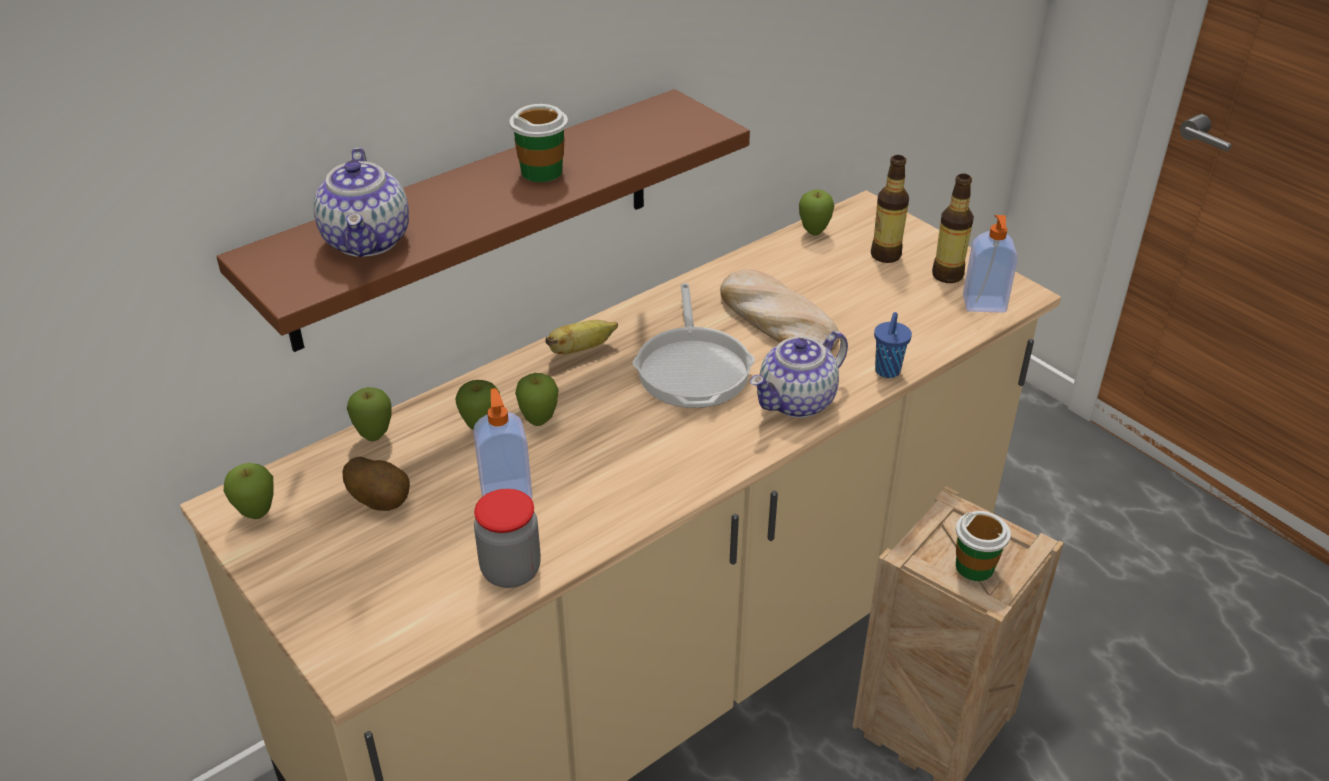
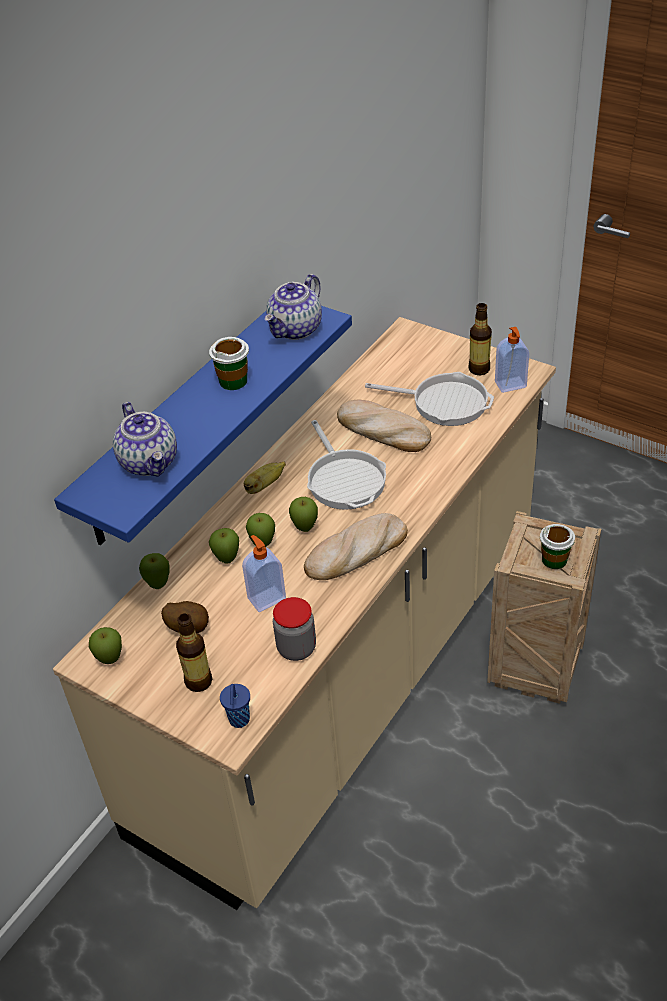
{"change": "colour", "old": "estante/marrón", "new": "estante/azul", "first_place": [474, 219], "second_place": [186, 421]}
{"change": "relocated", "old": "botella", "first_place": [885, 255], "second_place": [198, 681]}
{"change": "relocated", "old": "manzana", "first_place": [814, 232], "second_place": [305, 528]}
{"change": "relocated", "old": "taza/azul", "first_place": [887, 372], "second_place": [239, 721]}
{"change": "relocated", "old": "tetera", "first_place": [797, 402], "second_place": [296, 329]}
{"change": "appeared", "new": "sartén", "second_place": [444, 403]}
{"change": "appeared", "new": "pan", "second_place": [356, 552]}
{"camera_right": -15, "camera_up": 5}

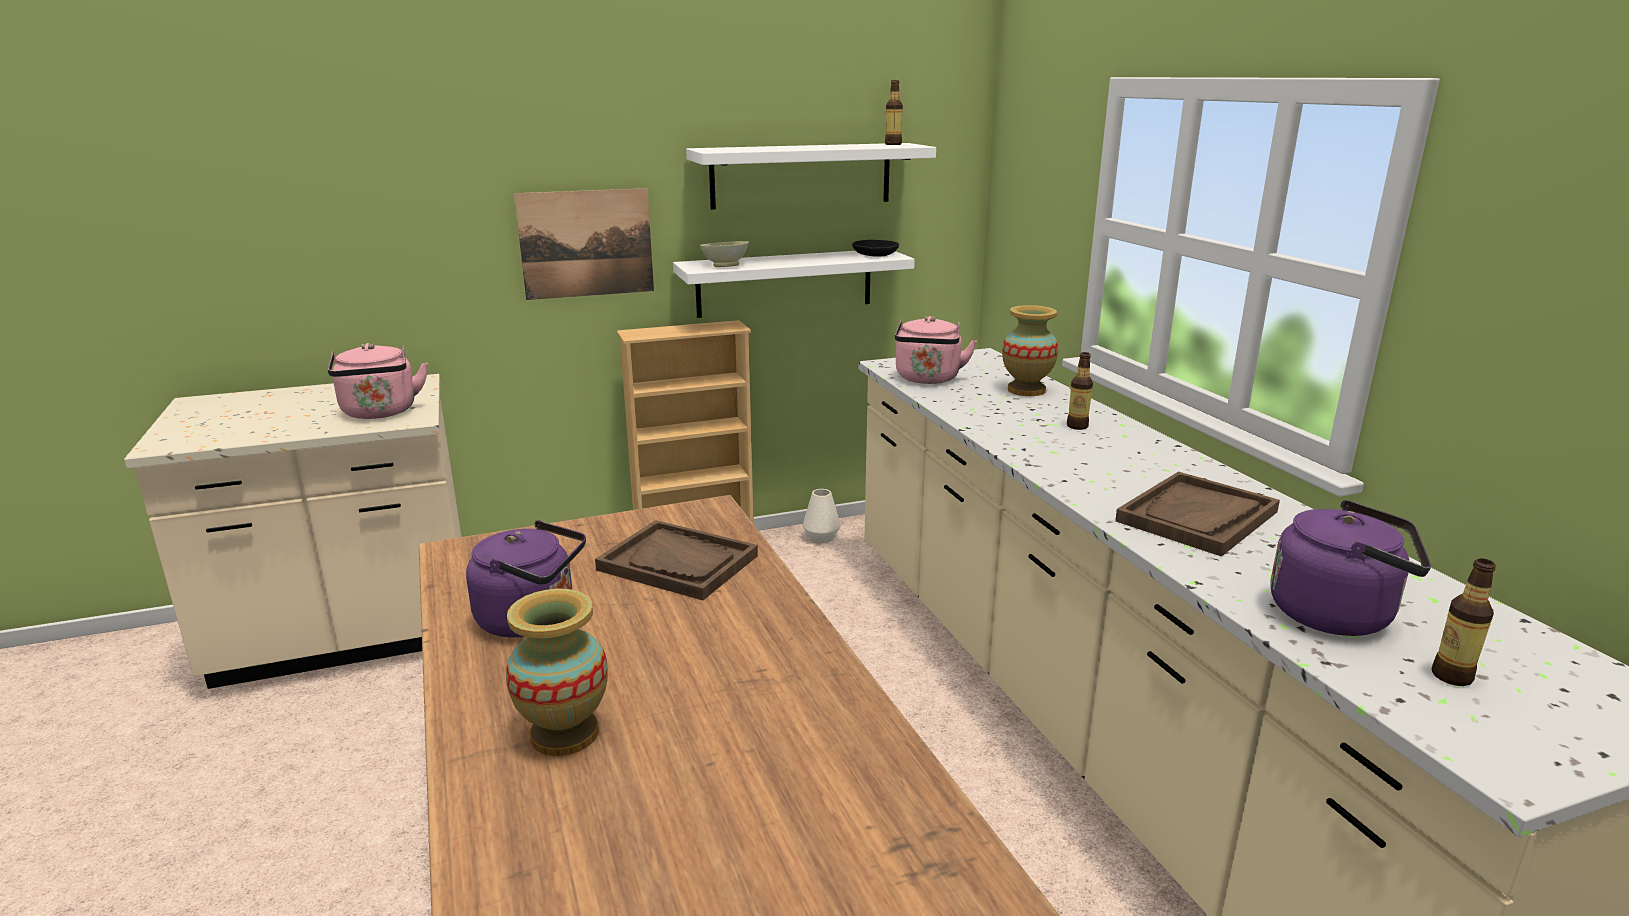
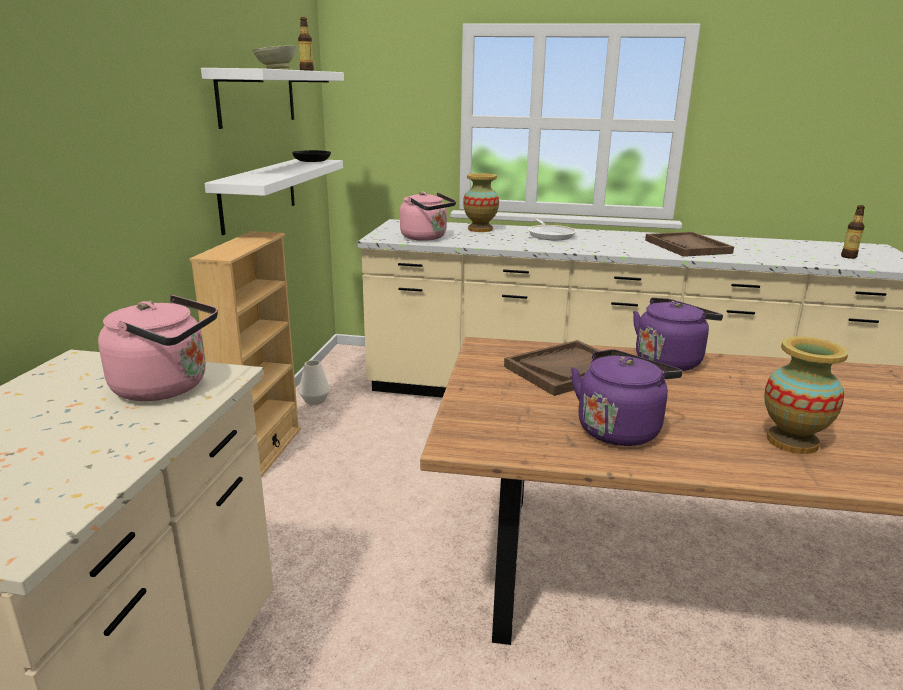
{"change": "missing", "old": "cuadro", "first_place": [586, 243]}
{"change": "relocated", "old": "cuenco/beis", "first_place": [725, 266], "second_place": [276, 69]}
{"change": "exchanged", "old": "botella", "new": "sartén", "first_place": [1077, 426], "second_place": [550, 235]}
{"change": "relocated", "old": "hervidor/morado", "first_place": [1338, 615], "second_place": [670, 361]}
{"camera_right": -60, "camera_up": 0}

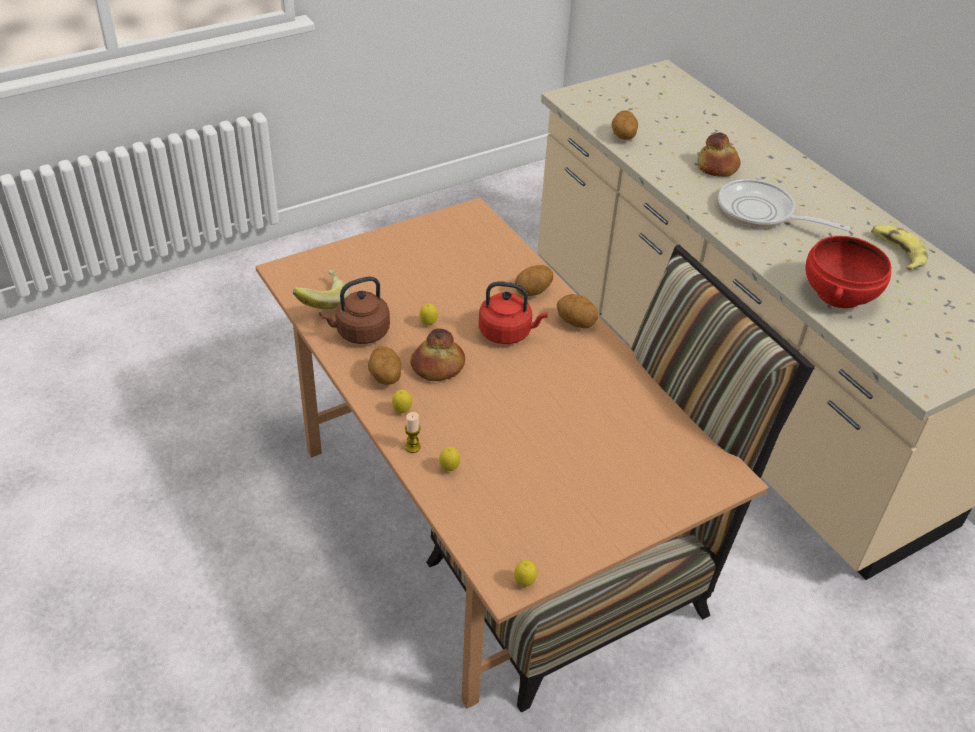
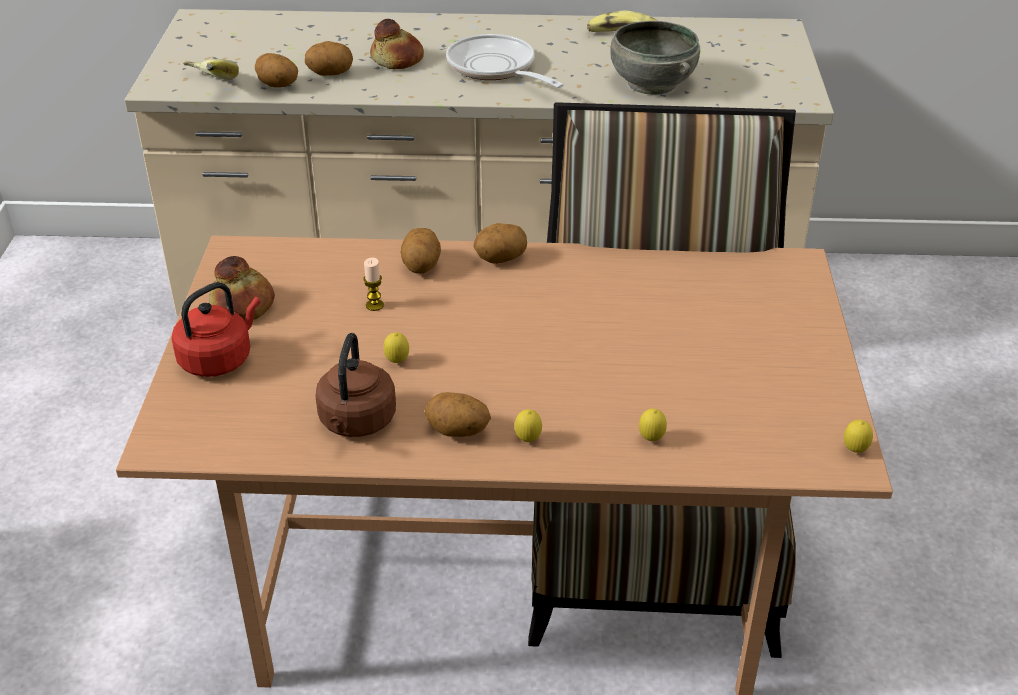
{"change": "spun", "old": "sartén", "first_place": [761, 213], "second_place": [495, 68], "degrees": 75}
{"change": "colour", "old": "cuenco/rojo", "new": "cuenco/gris", "first_place": [838, 294], "second_place": [651, 84]}
{"change": "relocated", "old": "plátano", "first_place": [321, 301], "second_place": [208, 86]}
{"change": "relocated", "old": "hervidor/rojo", "first_place": [507, 333], "second_place": [219, 359]}
{"change": "relocated", "old": "pan", "first_place": [438, 367], "second_place": [243, 305]}
{"change": "relocated", "old": "vela", "first_place": [412, 447], "second_place": [374, 305]}
{"change": "appeared", "new": "patata", "second_place": [330, 74]}
{"camera_right": -55, "camera_up": -5}

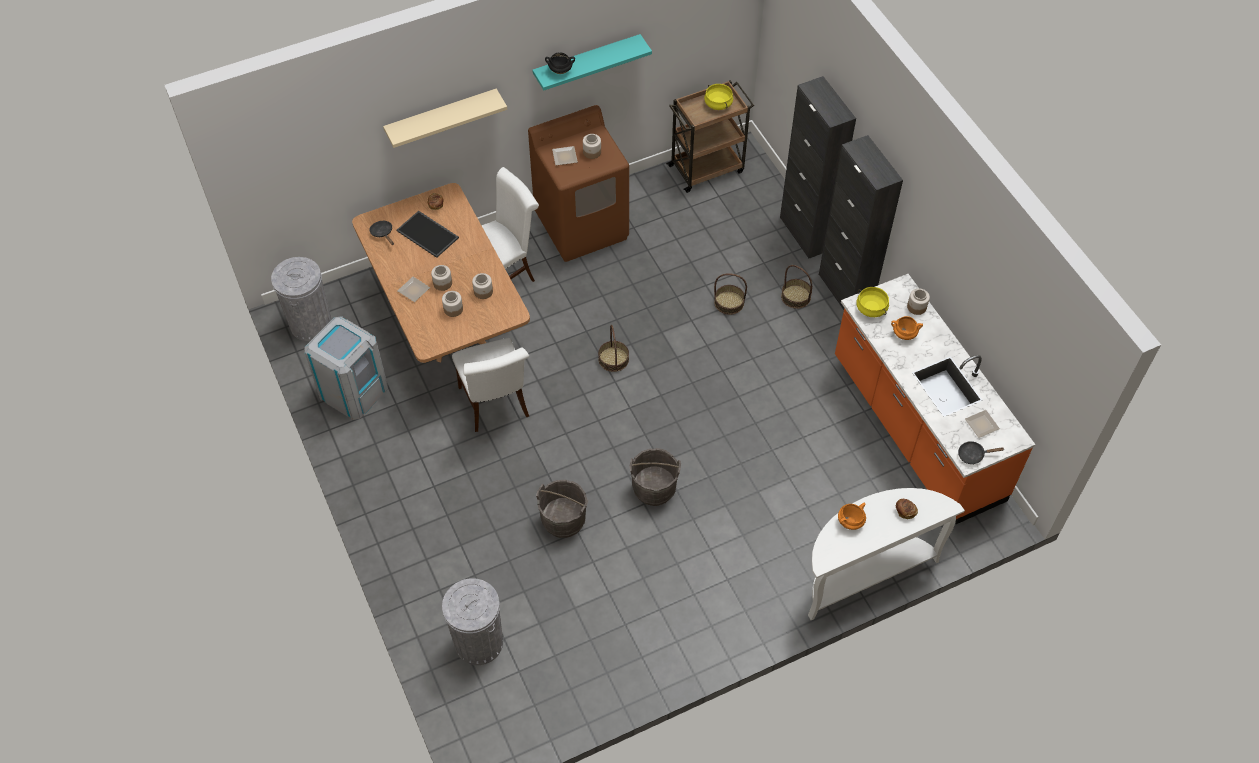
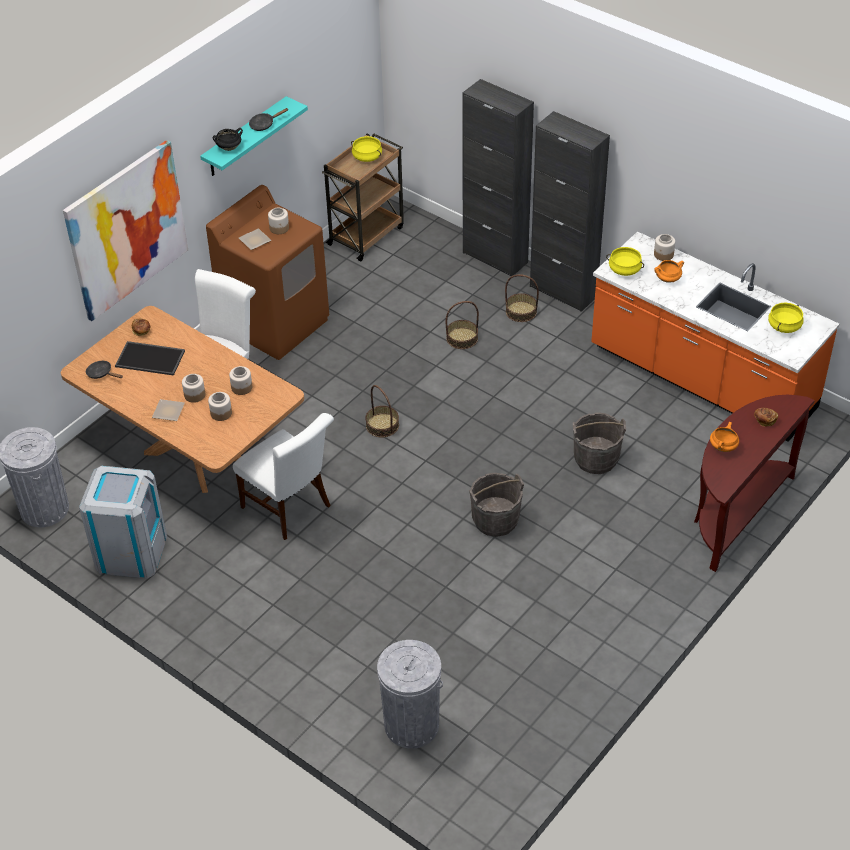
{"change": "exchanged", "old": "estante/beis", "new": "cuadro", "first_place": [442, 117], "second_place": [126, 230]}
{"change": "exchanged", "old": "plato", "new": "olla/amarillo", "first_place": [981, 426], "second_place": [784, 326]}
{"change": "relocated", "old": "sartén/negro", "first_place": [973, 455], "second_place": [264, 124]}
{"change": "relocated", "old": "cubo/gris", "first_place": [563, 520], "second_place": [596, 459]}
{"change": "colour", "old": "mesa consola/blanco", "new": "mesa consola/marrón", "first_place": [864, 572], "second_place": [736, 513]}
{"camera_right": -25, "camera_up": -10}

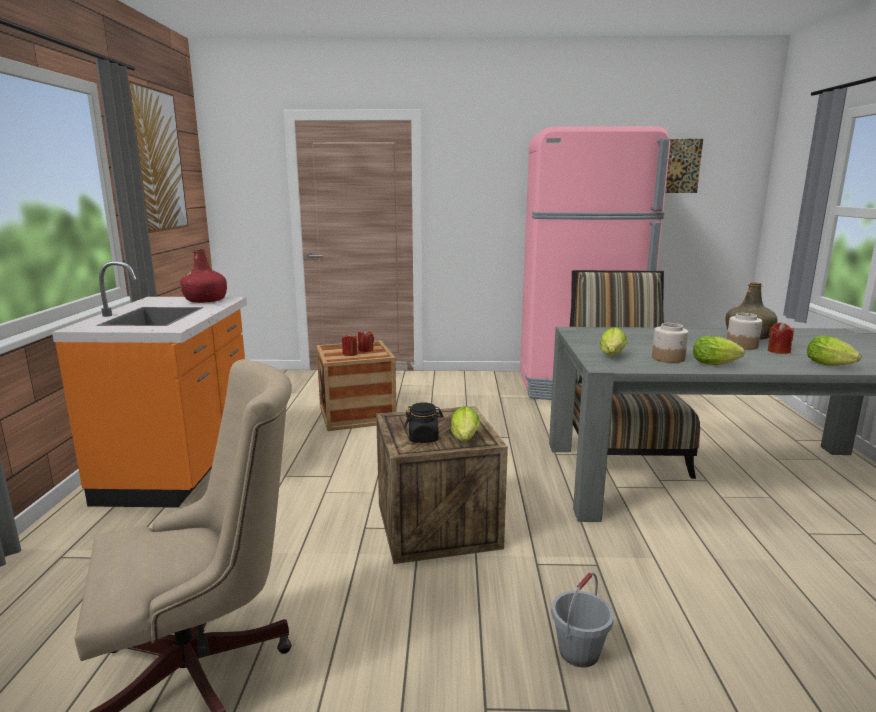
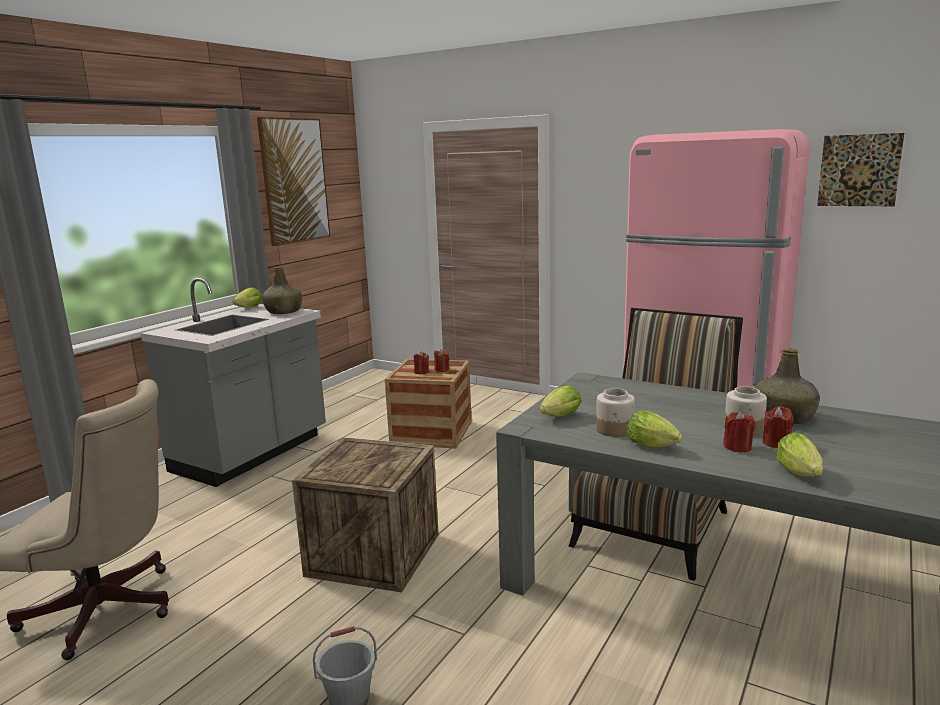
{"change": "colour", "old": "botella/rojo", "new": "botella/verde", "first_place": [205, 300], "second_place": [284, 312]}
{"change": "colour", "old": "mueble bajo de cocina/naranja", "new": "mueble bajo de cocina/gris", "first_place": [182, 467], "second_place": [252, 454]}
{"change": "missing", "old": "tarro/negro", "first_place": [423, 438]}
{"change": "relocated", "old": "lechuga", "first_place": [465, 440], "second_place": [247, 308]}
{"change": "appeared", "new": "vela/rojo", "second_place": [737, 447]}
{"camera_right": 30, "camera_up": 0}

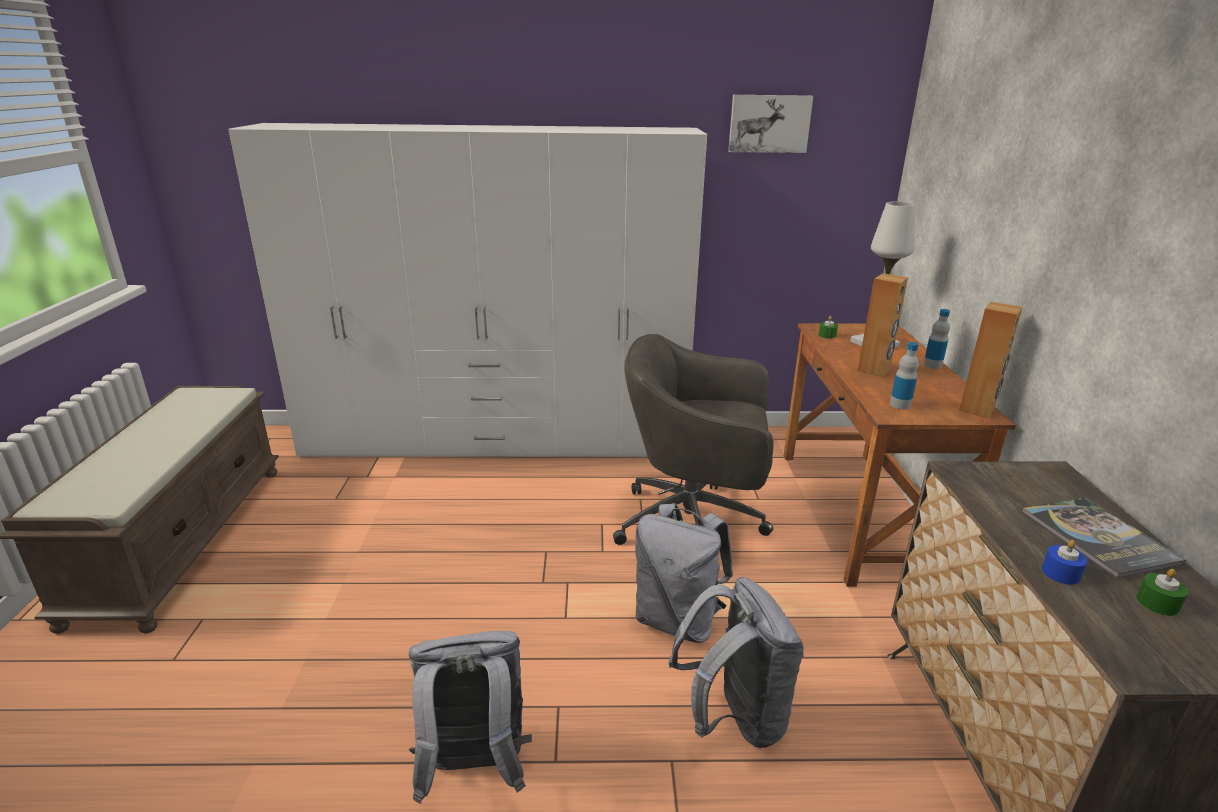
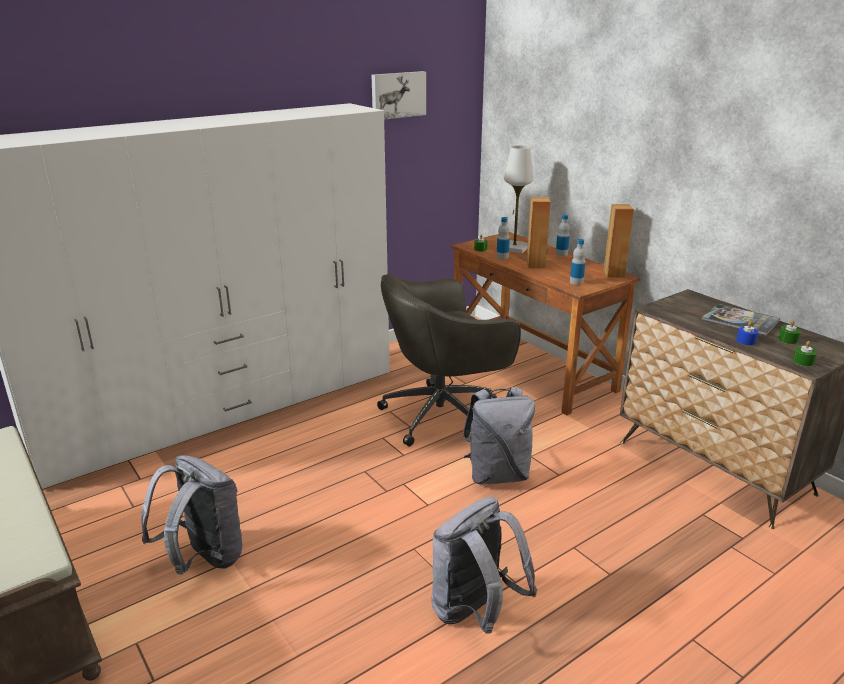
{"change": "relocated", "old": "mochila/gris", "first_place": [734, 717], "second_place": [204, 559]}
{"change": "appeared", "new": "botella", "second_place": [502, 257]}
{"change": "appeared", "new": "vela/verde", "second_place": [803, 362]}
{"camera_right": -35, "camera_up": 0}

